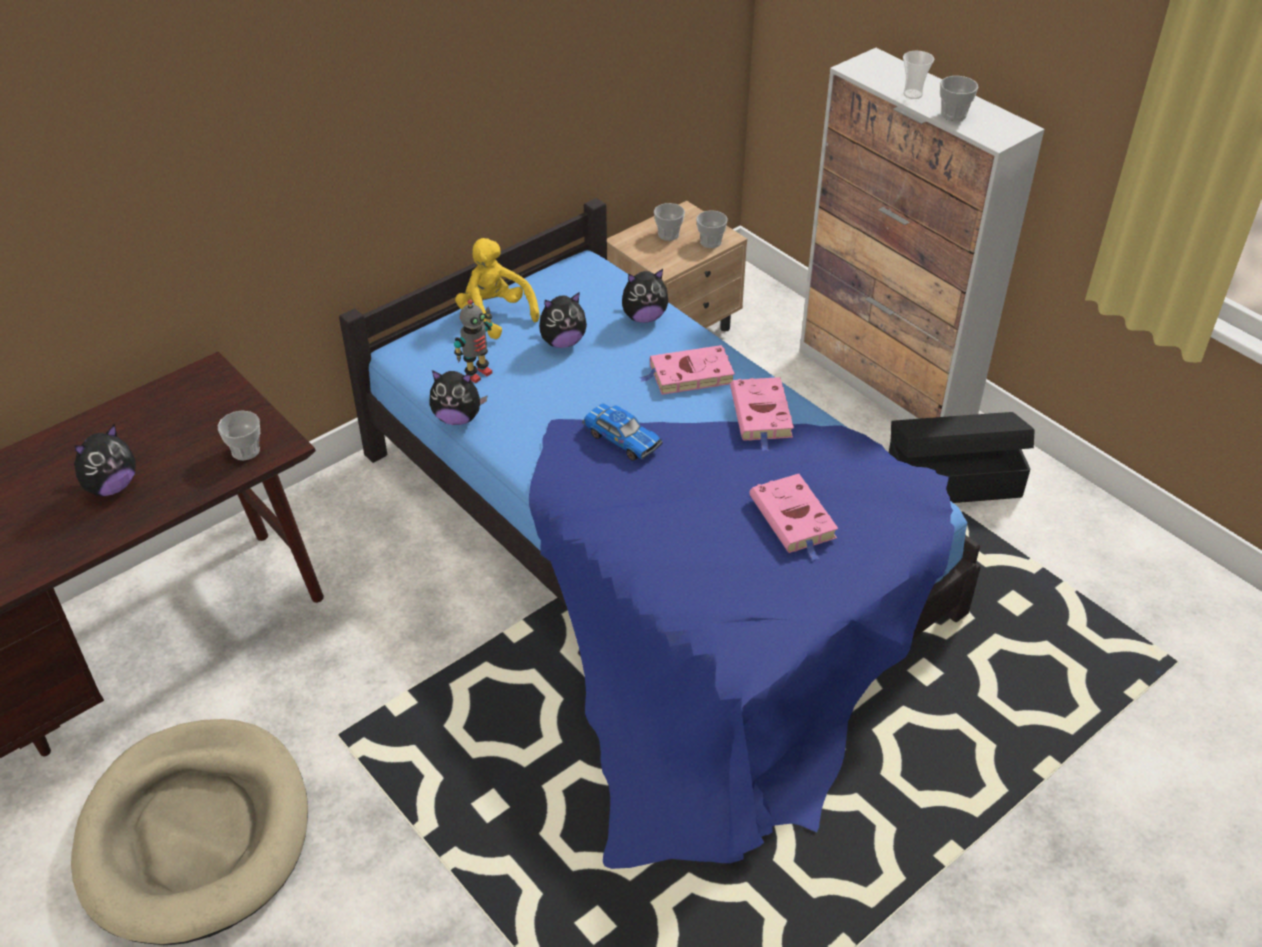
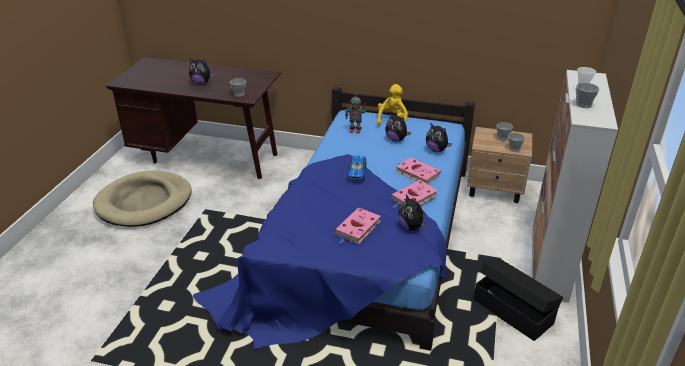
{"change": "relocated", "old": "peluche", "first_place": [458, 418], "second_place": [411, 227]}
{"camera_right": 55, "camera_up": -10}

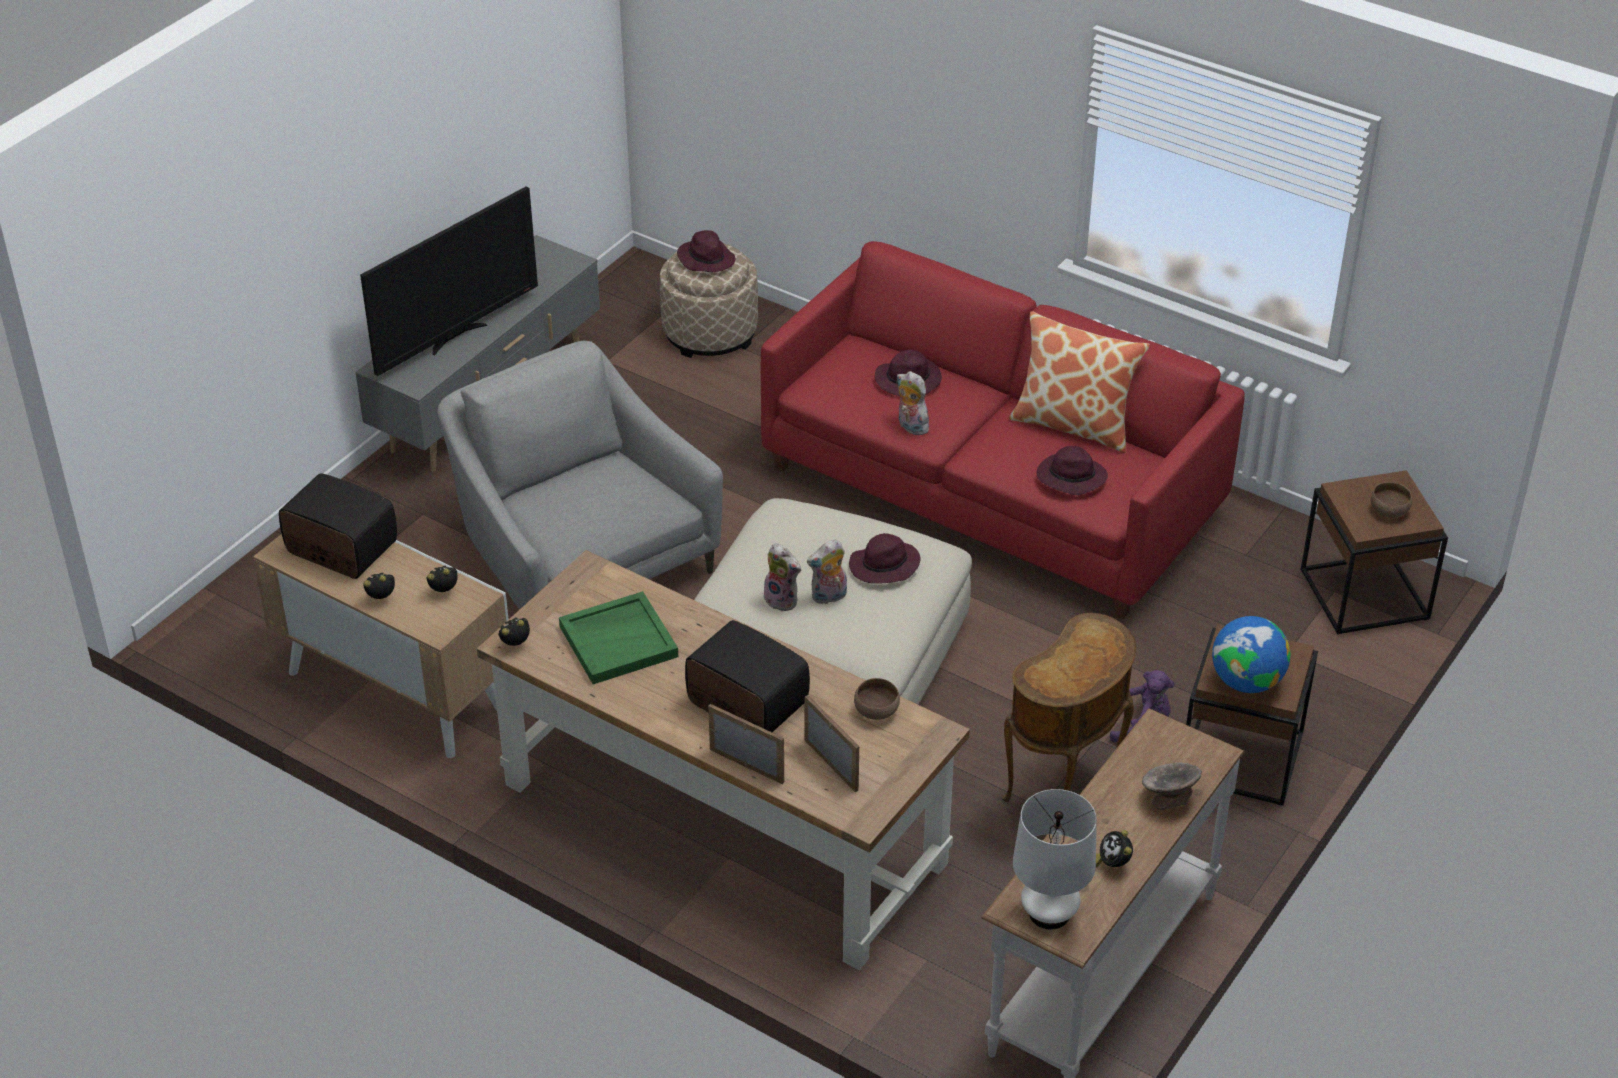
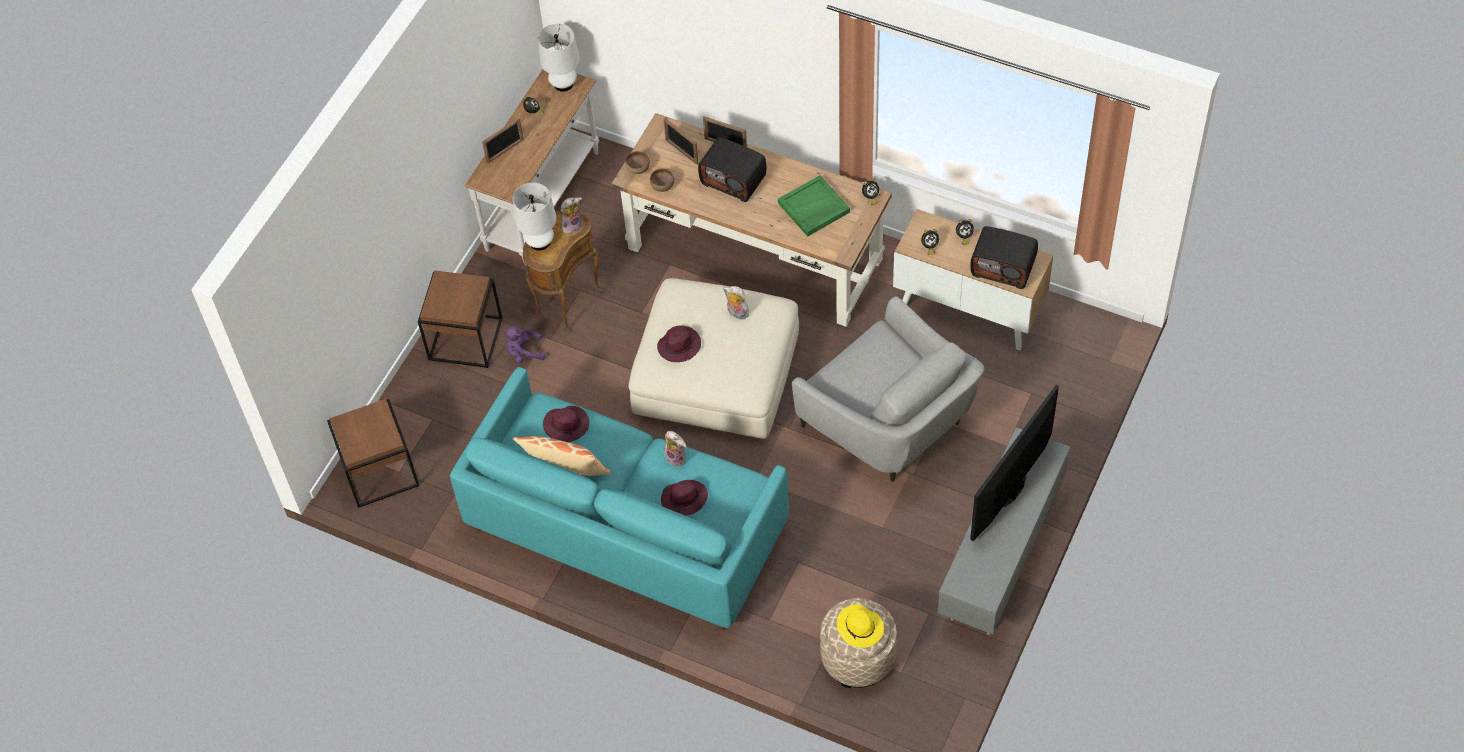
{"change": "colour", "old": "sombrero/morado", "new": "sombrero/amarillo", "first_place": [705, 259], "second_place": [860, 628]}
{"change": "colour", "old": "sofá/rojo", "new": "sofá/turquesa", "first_place": [993, 490], "second_place": [626, 526]}
{"change": "relocated", "old": "cuenco/marrón", "first_place": [1389, 511], "second_place": [637, 168]}
{"change": "relocated", "old": "peluche", "first_place": [829, 597], "second_place": [572, 225]}
{"change": "missing", "old": "globo terráqueo", "first_place": [1246, 681]}
{"change": "exchanged", "old": "cuenco/gris", "new": "portarretratos", "first_place": [1168, 798], "second_place": [505, 151]}
{"change": "appeared", "new": "lámpara de mesa/blanco", "second_place": [540, 242]}
{"camera_right": 175, "camera_up": 15}

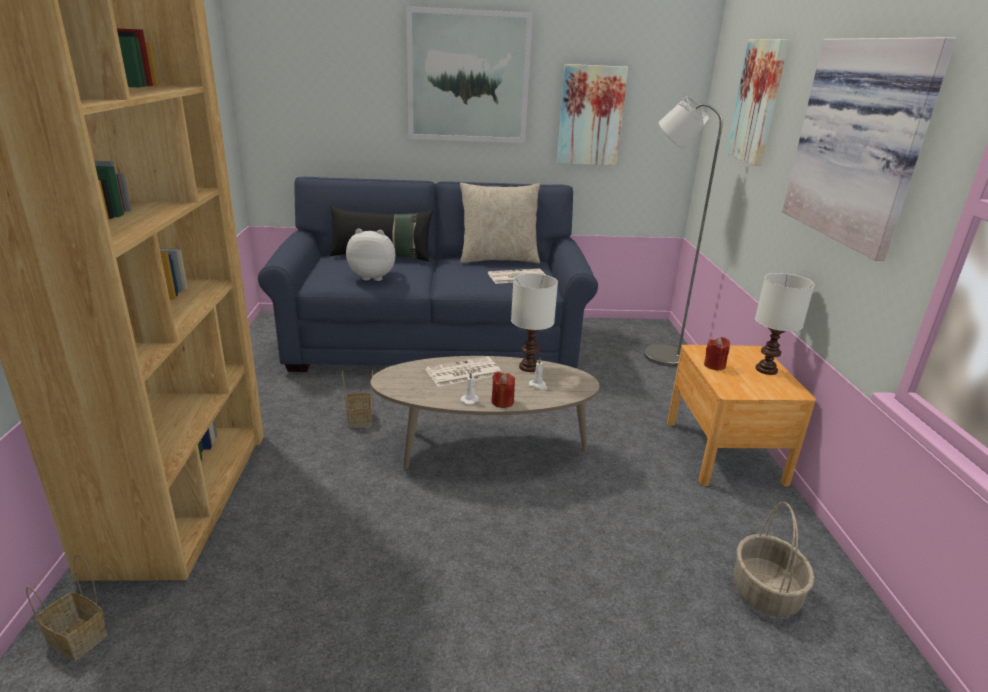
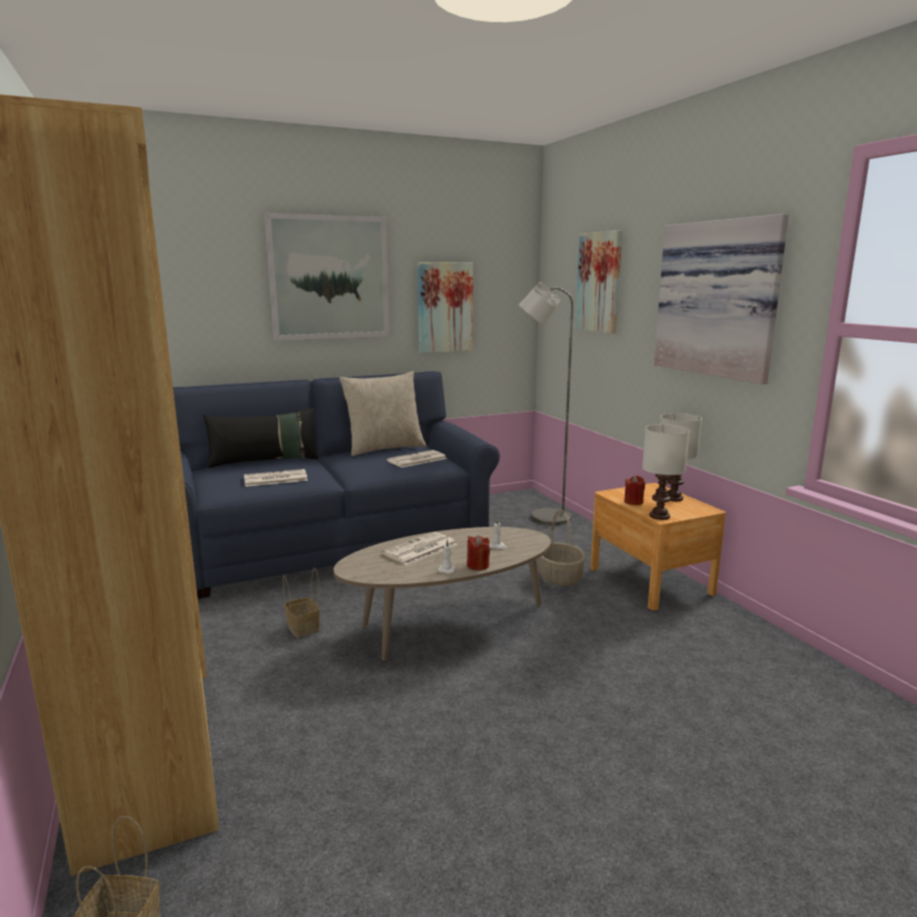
{"change": "exchanged", "old": "peluche", "new": "periódico", "first_place": [373, 277], "second_place": [274, 479]}
{"change": "relocated", "old": "lámpara de mesa/blanco", "first_place": [529, 367], "second_place": [659, 516]}
{"change": "relocated", "old": "cesta", "first_place": [764, 592], "second_place": [559, 577]}
{"camera_right": -20, "camera_up": -10}

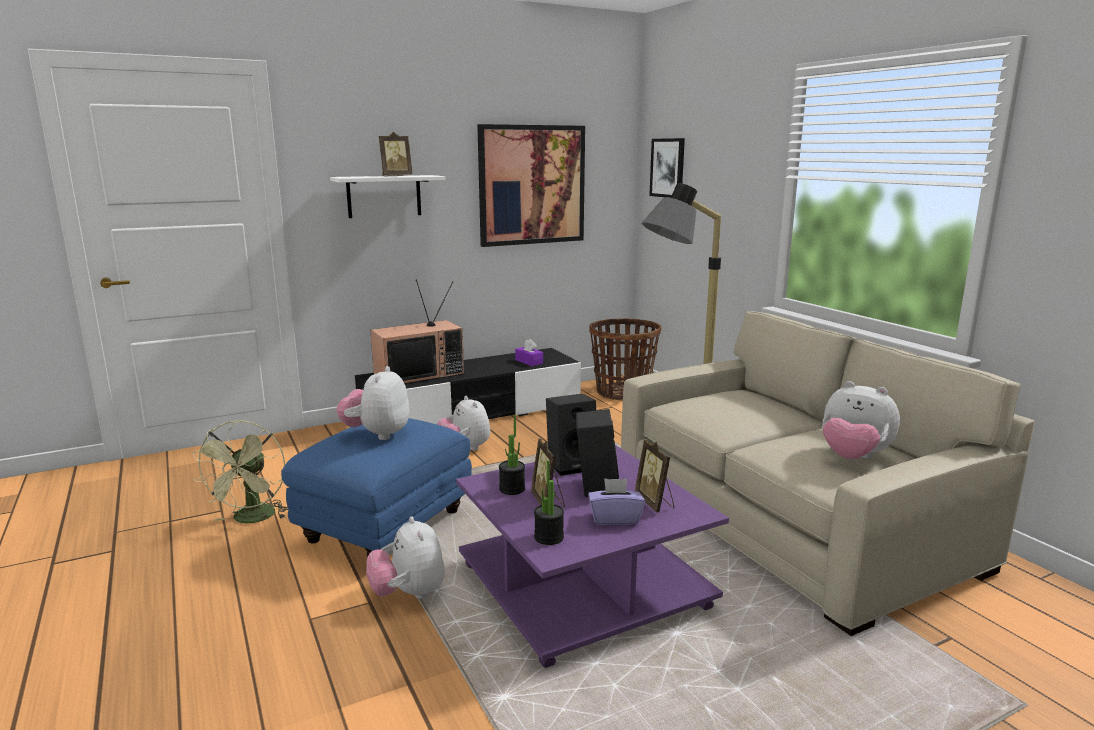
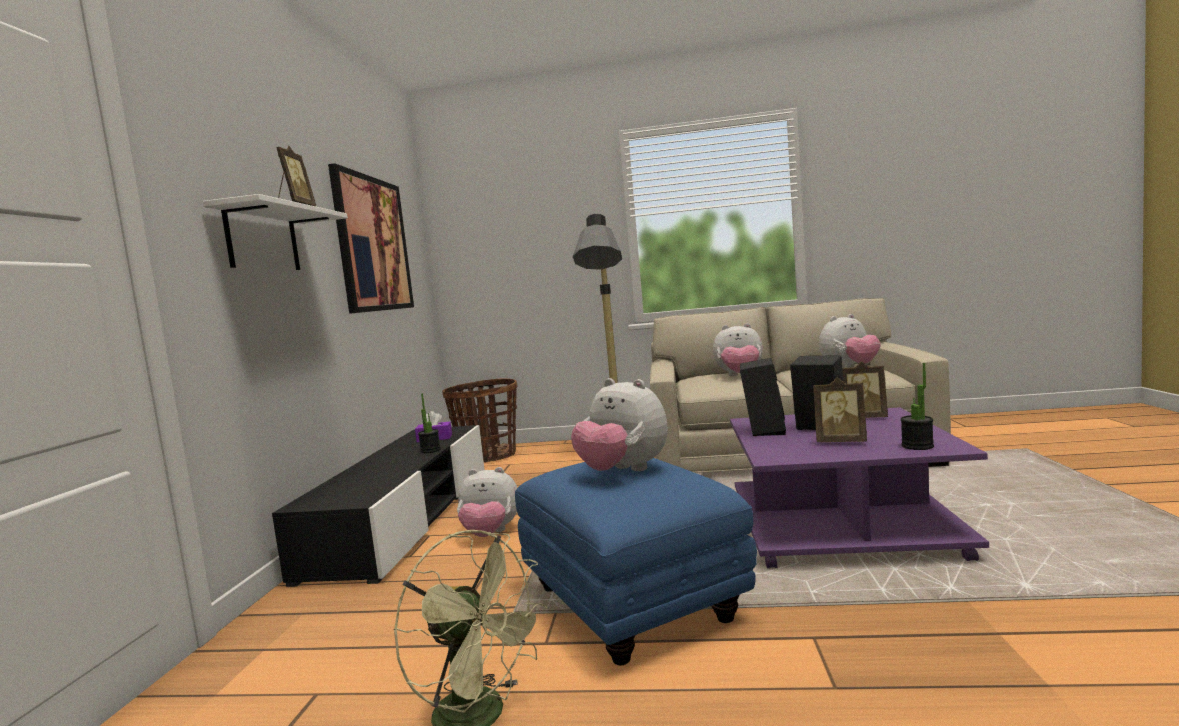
{"change": "missing", "old": "cuadro", "first_place": [668, 168]}
{"change": "missing", "old": "televisor", "first_place": [419, 374]}
{"change": "relocated", "old": "planta en maceta", "first_place": [512, 489], "second_place": [430, 450]}
{"change": "missing", "old": "caja de pañuelos/morado", "first_place": [615, 518]}
{"change": "relocated", "old": "peluche", "first_place": [409, 594], "second_place": [740, 376]}
{"camera_right": -55, "camera_up": -10}

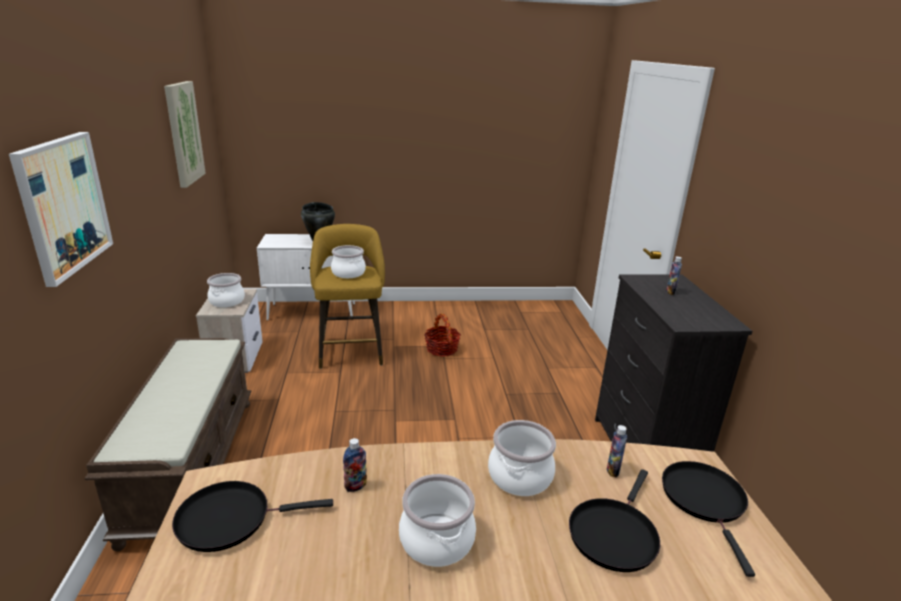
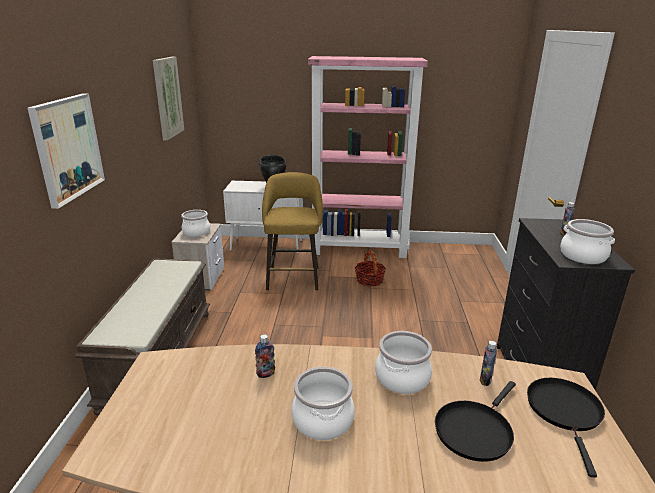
{"change": "relocated", "old": "olla", "first_place": [348, 273], "second_place": [583, 256]}
{"change": "missing", "old": "sartén/negro", "first_place": [230, 519]}
{"change": "appeared", "new": "estantería/rosa", "second_place": [360, 249]}
{"camera_right": 10, "camera_up": 0}

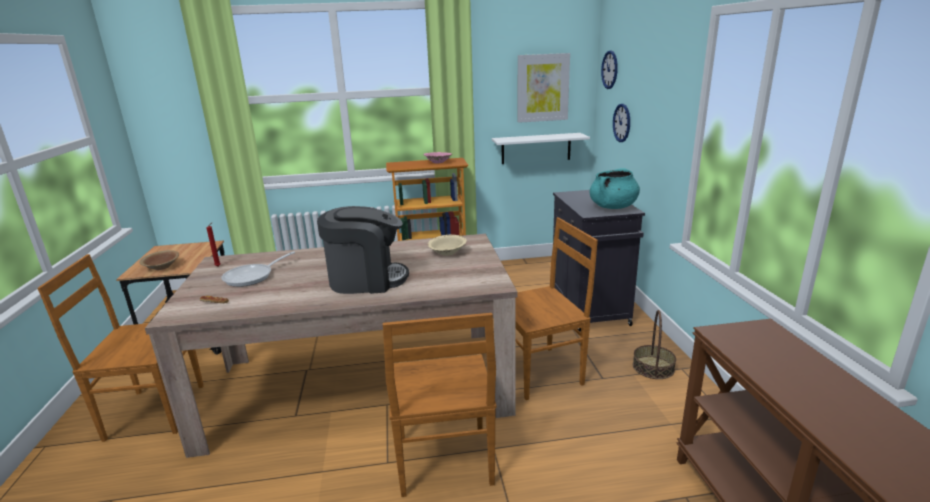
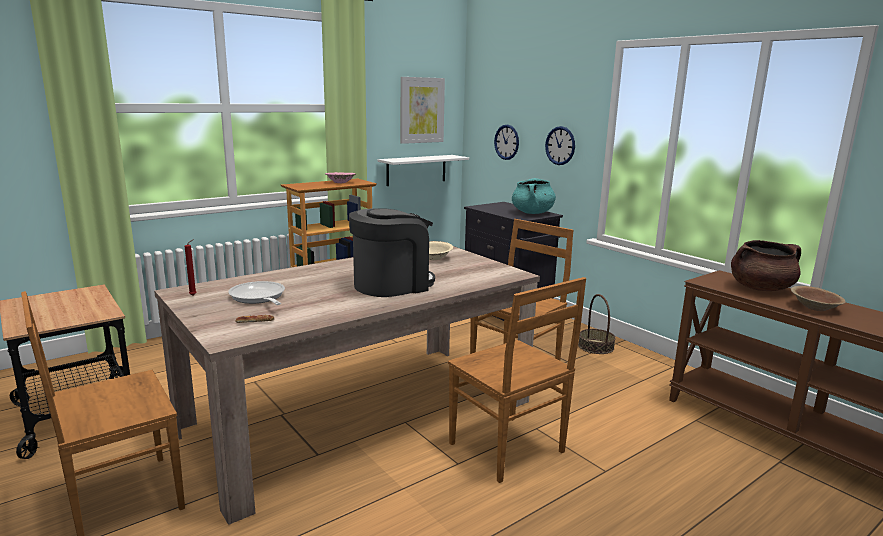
{"change": "relocated", "old": "reloj de pared", "first_place": [609, 69], "second_place": [560, 145]}
{"change": "relocated", "old": "cuenco/marrón", "first_place": [162, 267], "second_place": [814, 308]}
{"change": "spun", "old": "sartén", "first_place": [252, 277], "second_place": [258, 298], "degrees": 135}
{"change": "appeared", "new": "olla/marrón", "second_place": [761, 288]}
{"camera_right": -30, "camera_up": -5}

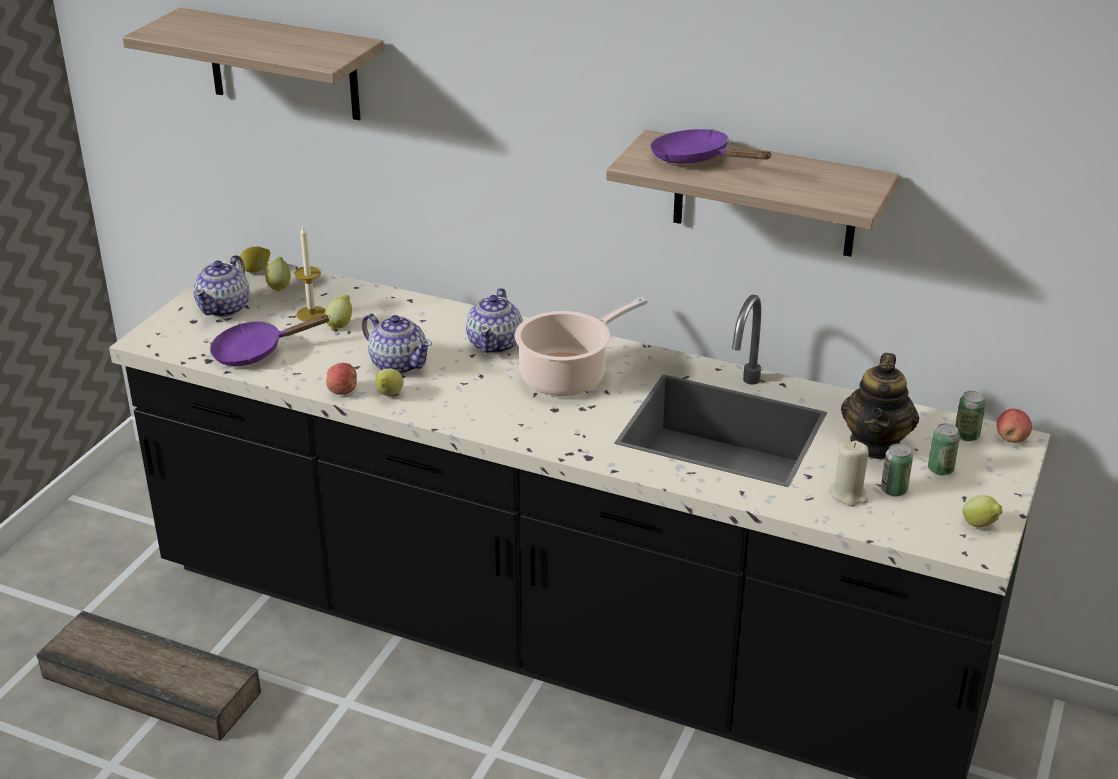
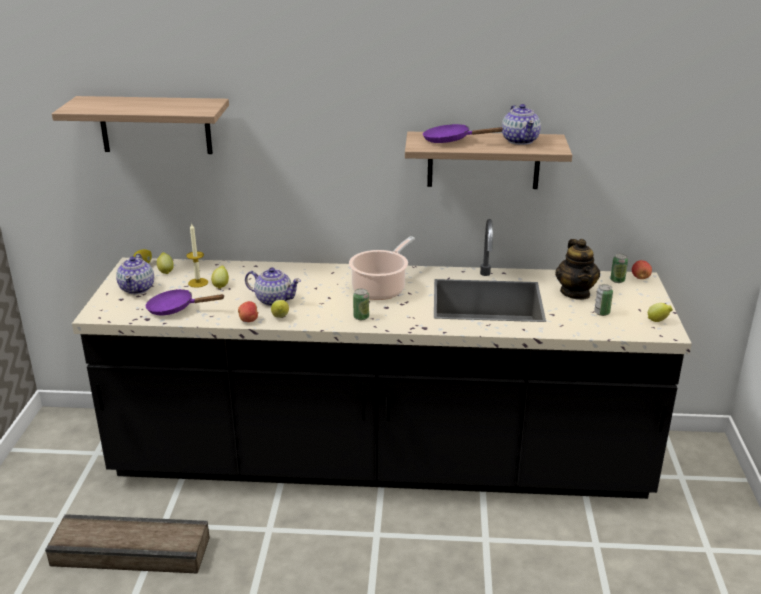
{"change": "relocated", "old": "tetera", "first_place": [495, 343], "second_place": [520, 140]}
{"change": "spun", "old": "sartén/morado", "first_place": [255, 352], "second_place": [176, 309], "degrees": 45}
{"change": "relocated", "old": "lata", "first_place": [940, 469], "second_place": [361, 317]}
{"change": "missing", "old": "vela/beis", "first_place": [848, 495]}
{"camera_right": -20, "camera_up": -5}

